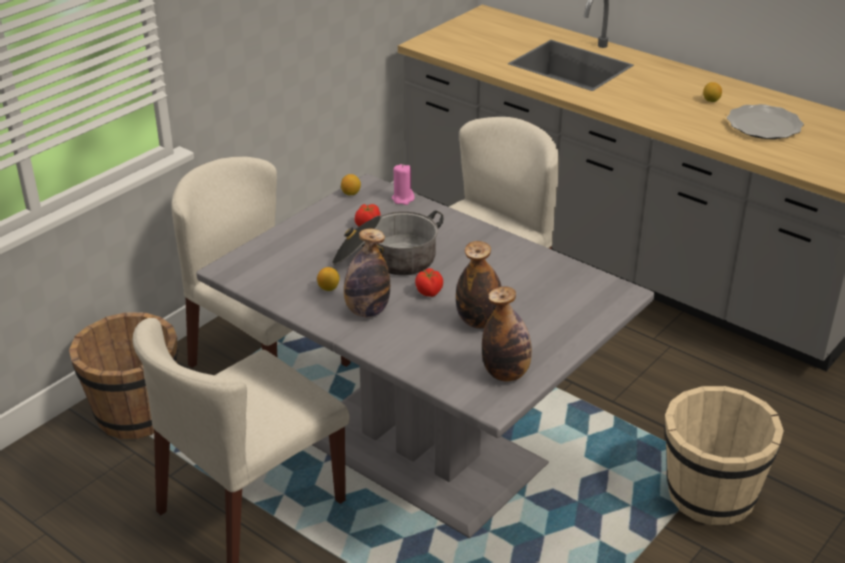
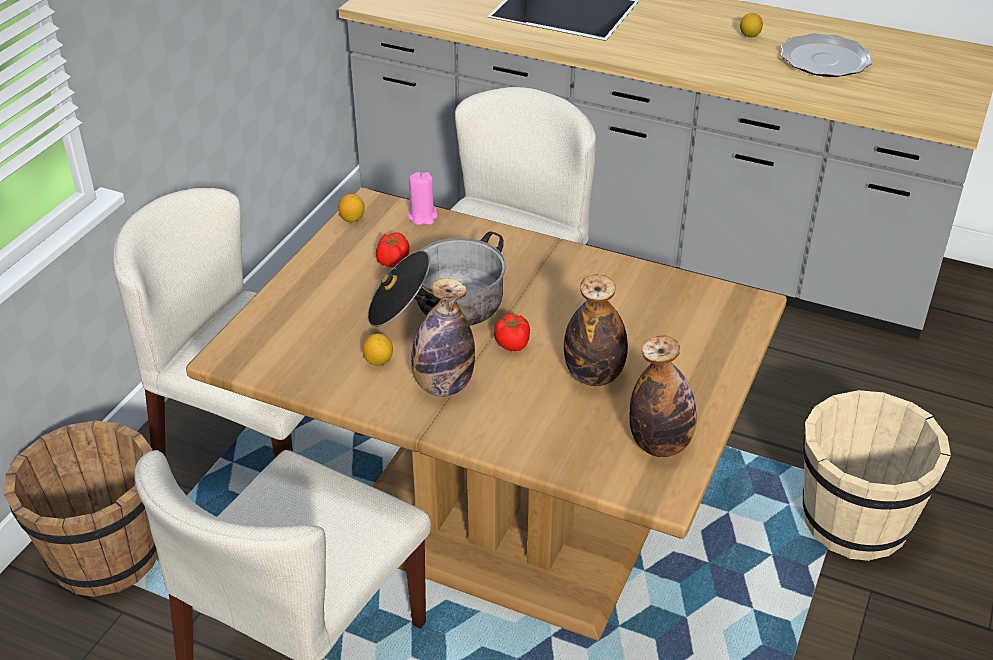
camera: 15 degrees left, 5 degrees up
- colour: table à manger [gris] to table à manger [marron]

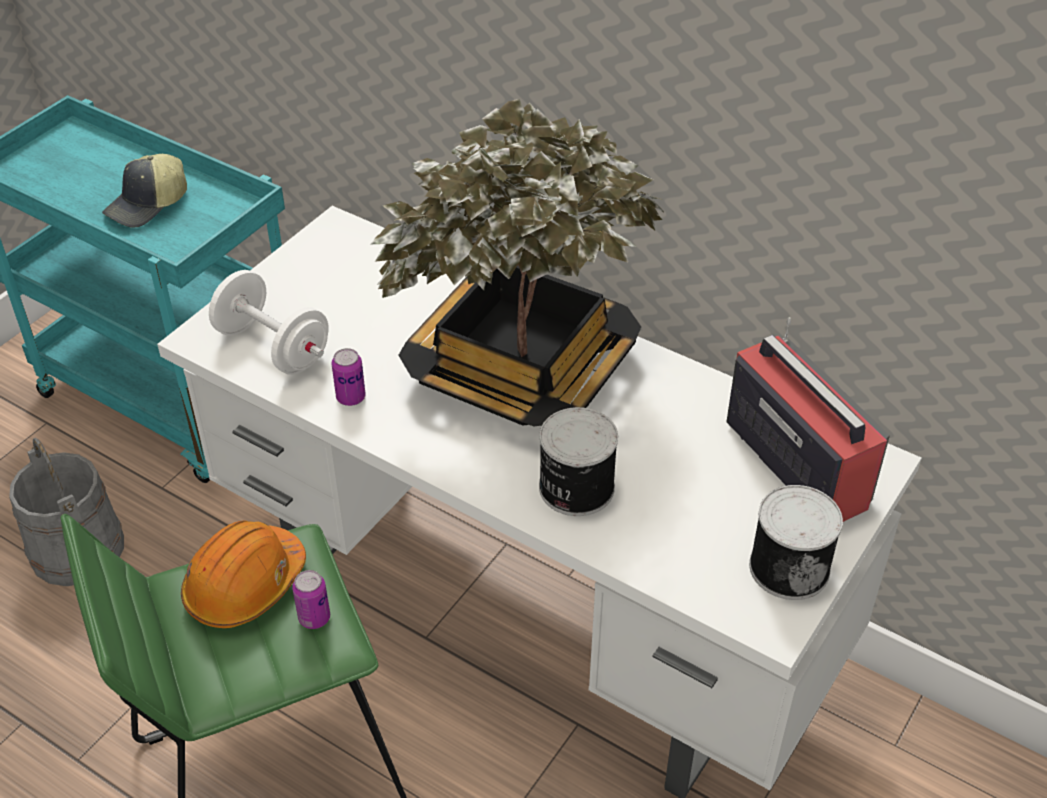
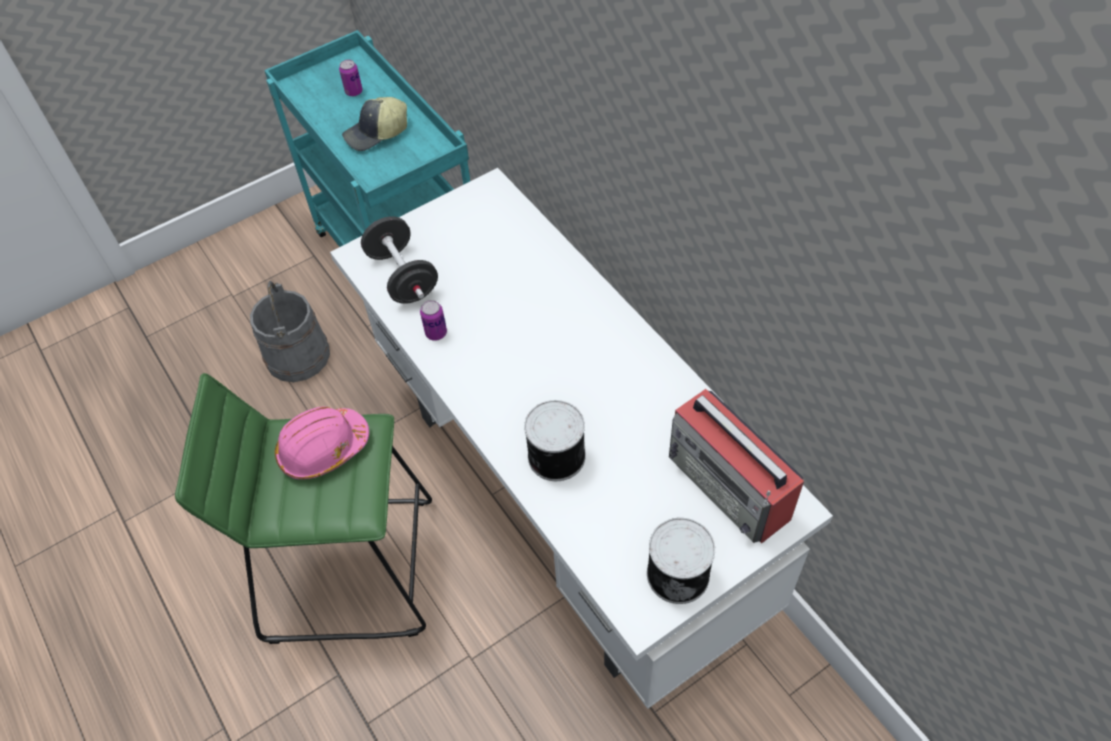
camera: 25 degrees right, 10 degrees up
- colour: casque de chantier [orange] to casque de chantier [rose]
- colour: haltère [blanc] to haltère [noir]
- relocated: boîte métallique (no. 1 from left)
- missing: plante en pot
- spun: radio 150 degrees clockwise

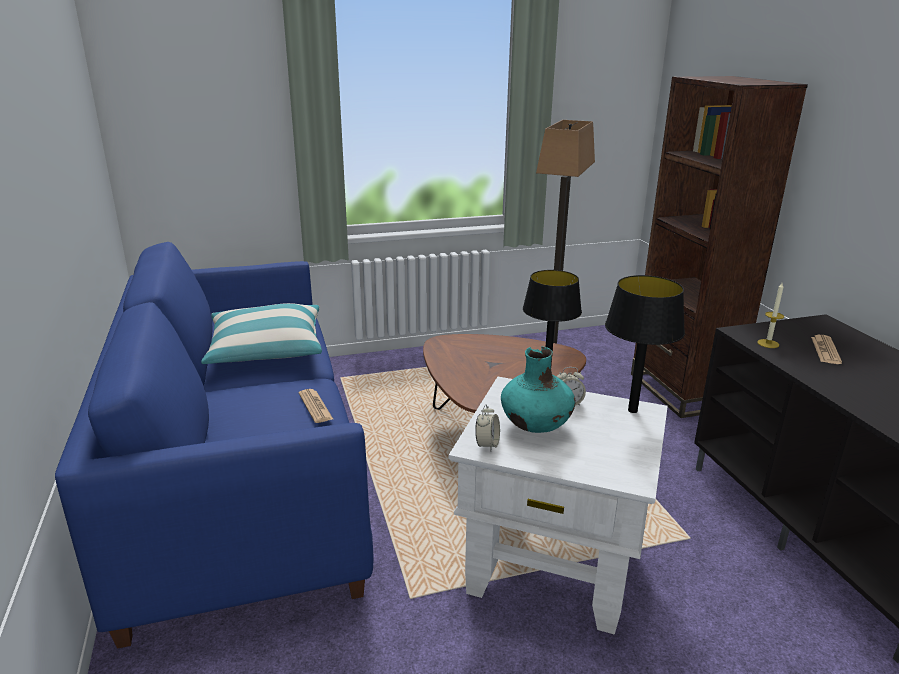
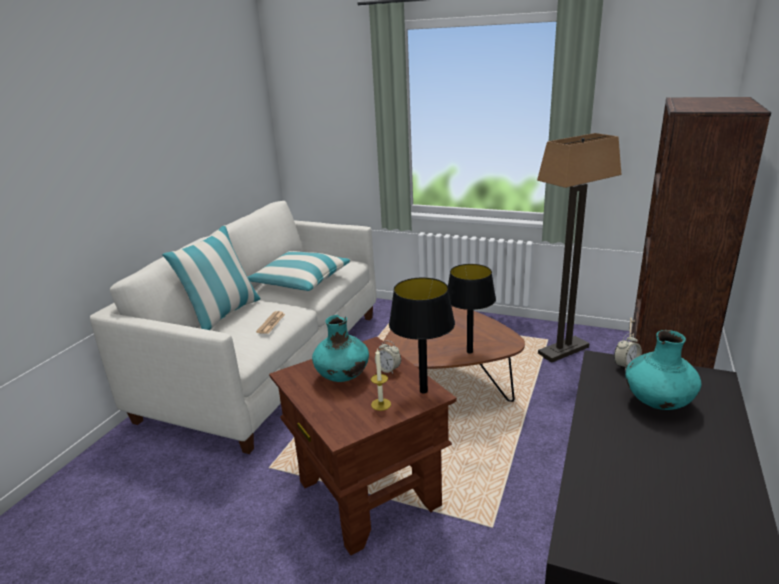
camera: 40 degrees right, 0 degrees up
- colour: canapé [bleu] to canapé [blanc]
- colour: table d'appoint [blanc] to table d'appoint [marron]
- relocated: réveil (no. 1 from left in the first image) to réveil (no. 2 from left)
- relocated: bougie
- exchanged: journal (no. 2 from left) to vase [turquoise] (no. 2 from left)
- appeared: coussin (no. 1 from left)

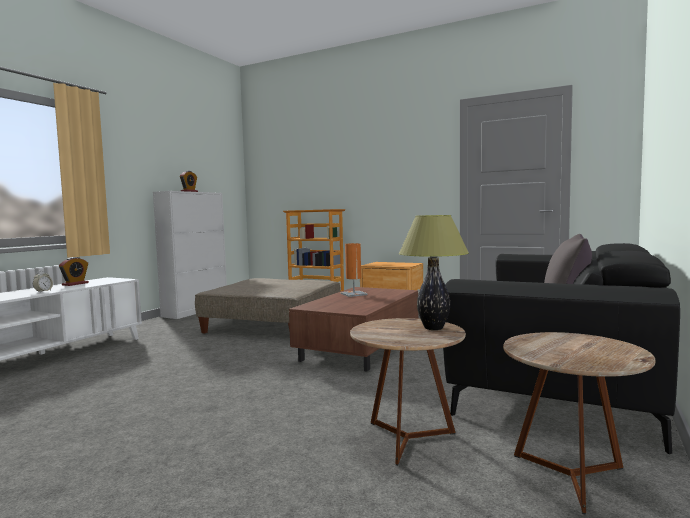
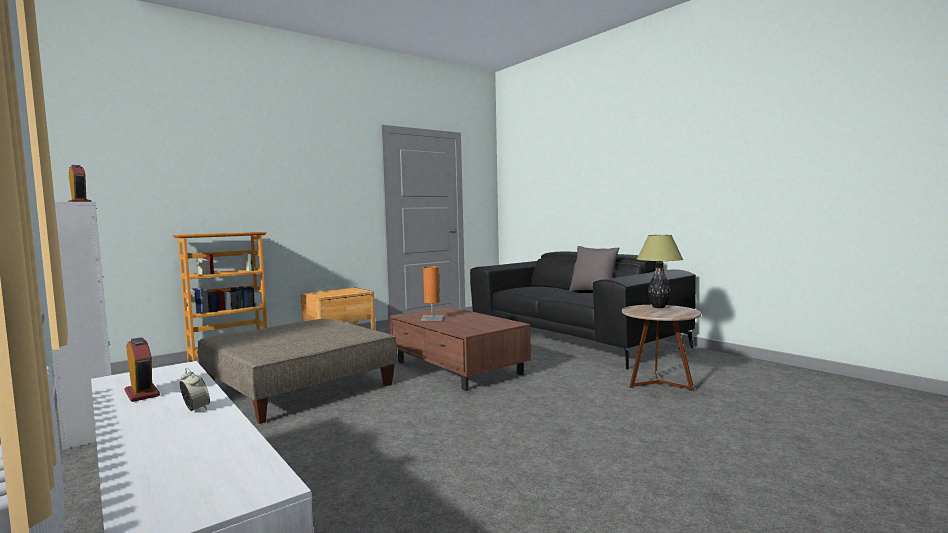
camera: 65 degrees left, 0 degrees up
- missing: table d'appoint [marron] (no. 2 from left)

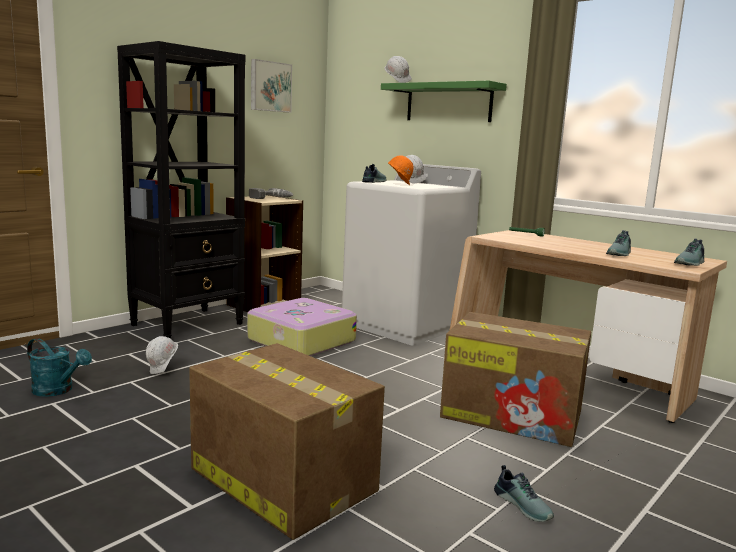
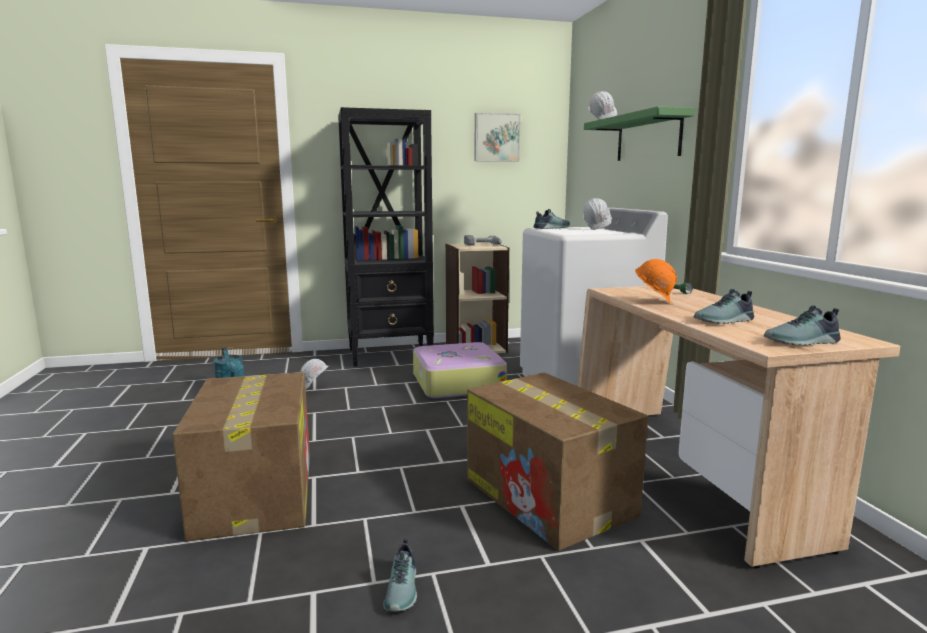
camera: 35 degrees right, 0 degrees up
- relocated: casque de chantier [orange]

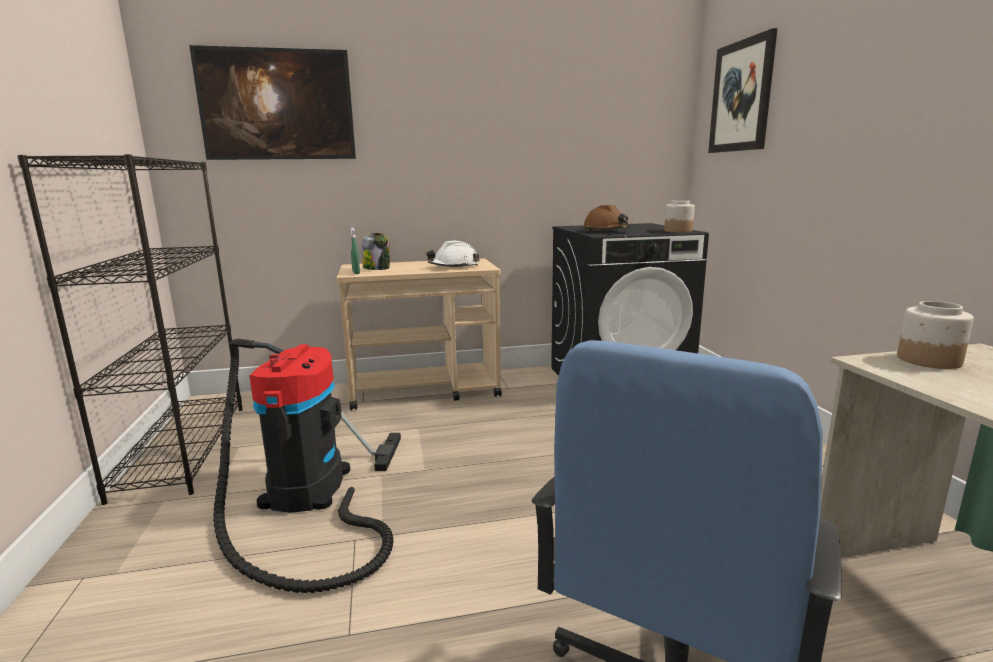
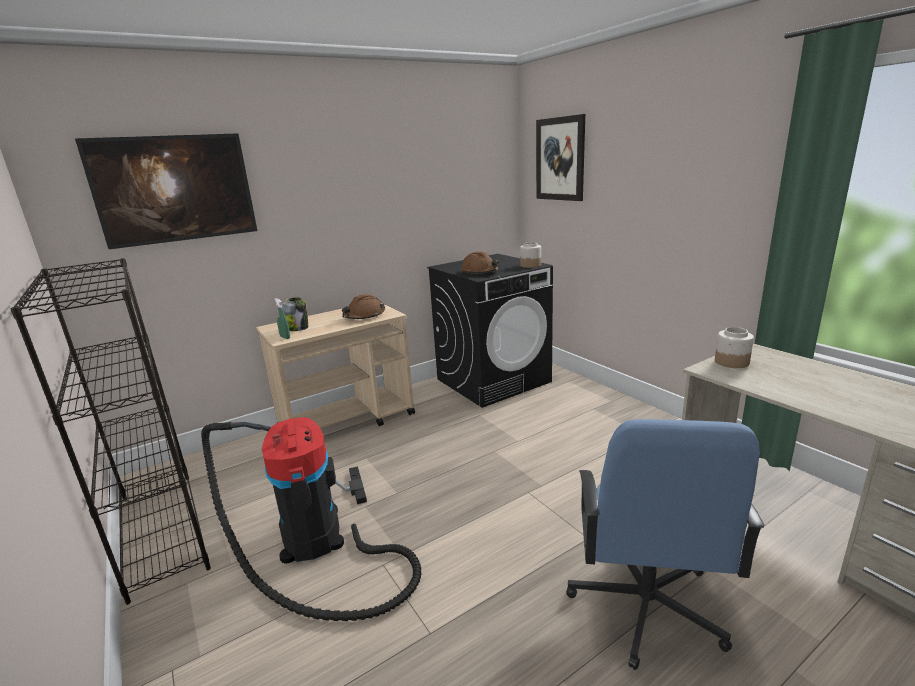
camera: 20 degrees left, 5 degrees up
- colour: casque de chantier [blanc] to casque de chantier [marron] (no. 1 from left)

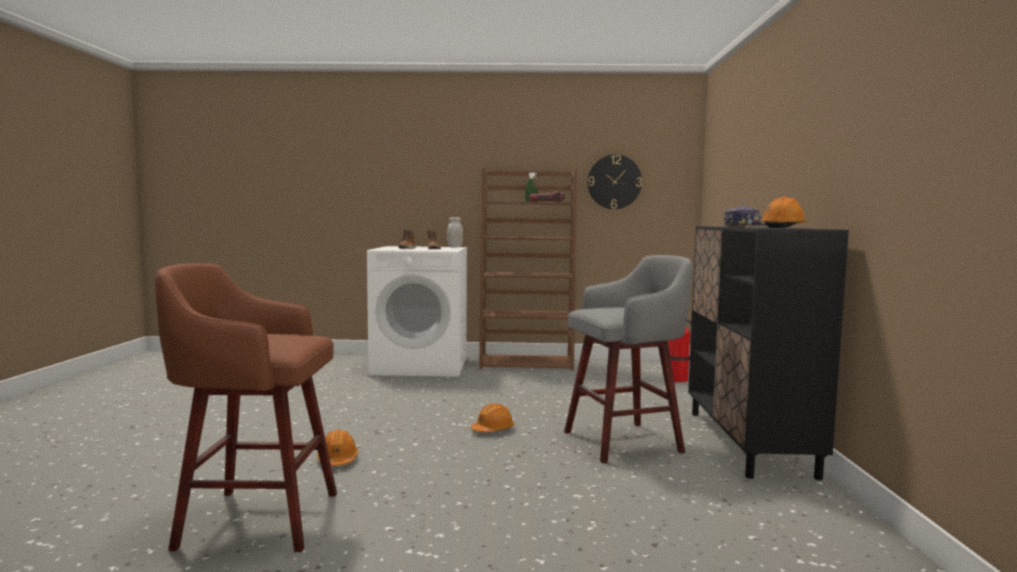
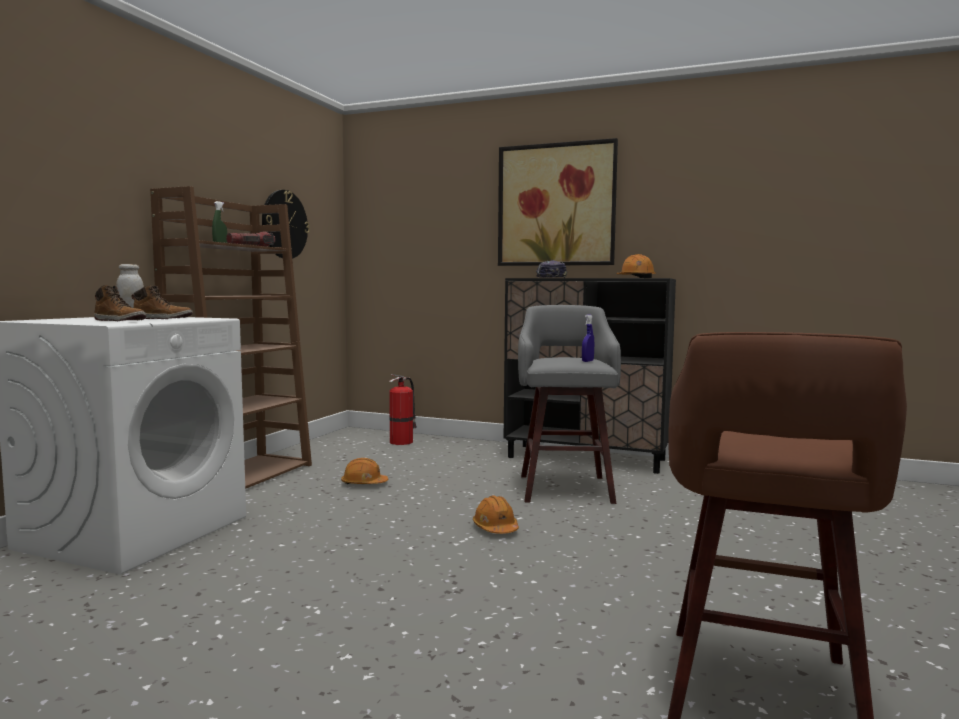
camera: 70 degrees left, 0 degrees up
- relocated: casque de chantier [orange] (no. 1 from left)
- appeared: tableau
- appeared: vaporisateur [bleu]

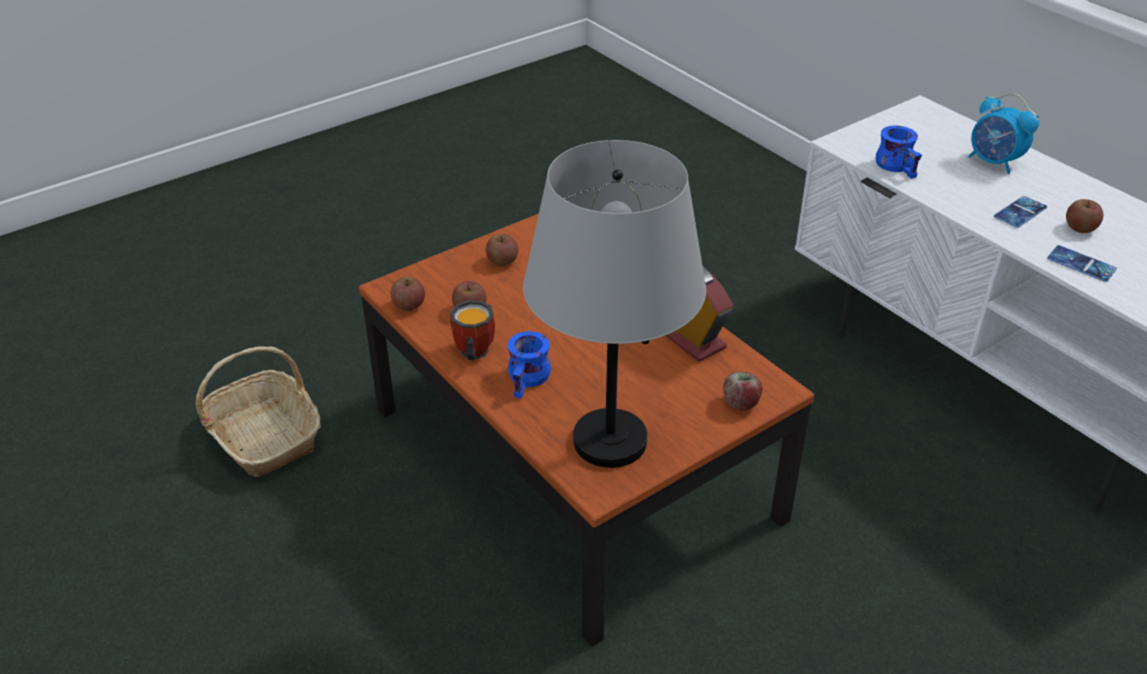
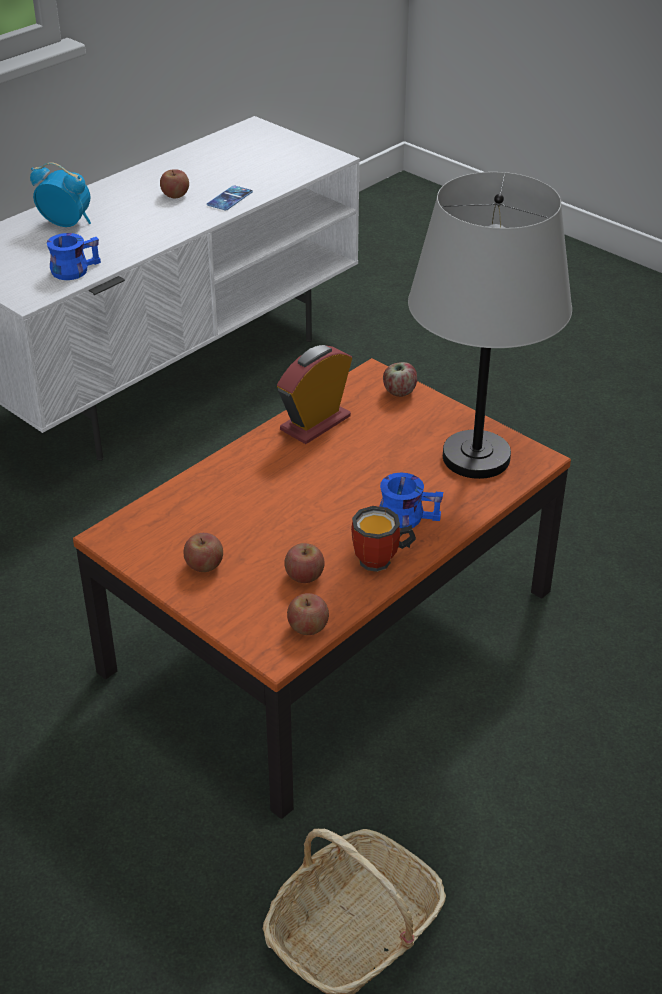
camera: 100 degrees left, 0 degrees up
- spun: réveil (no. 2 from left in the first image) 105 degrees counterclockwise
- missing: téléphone (no. 1 from left)

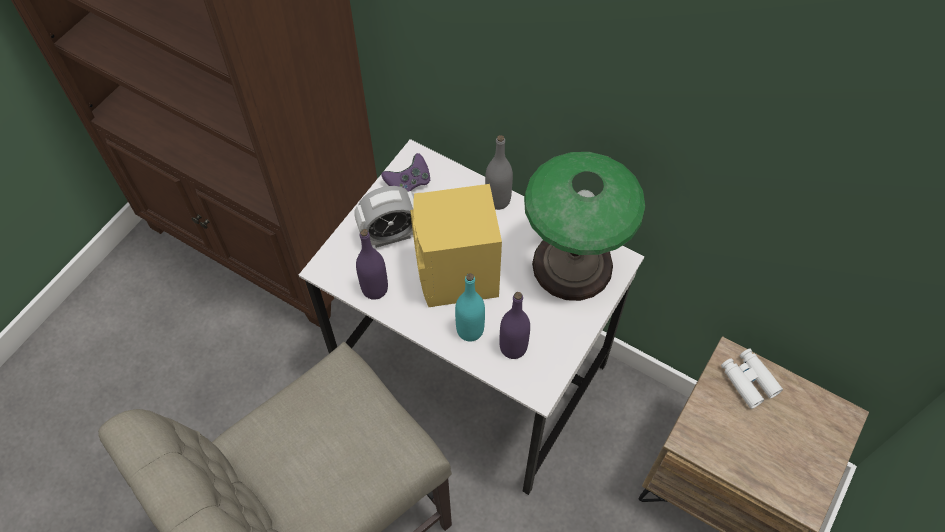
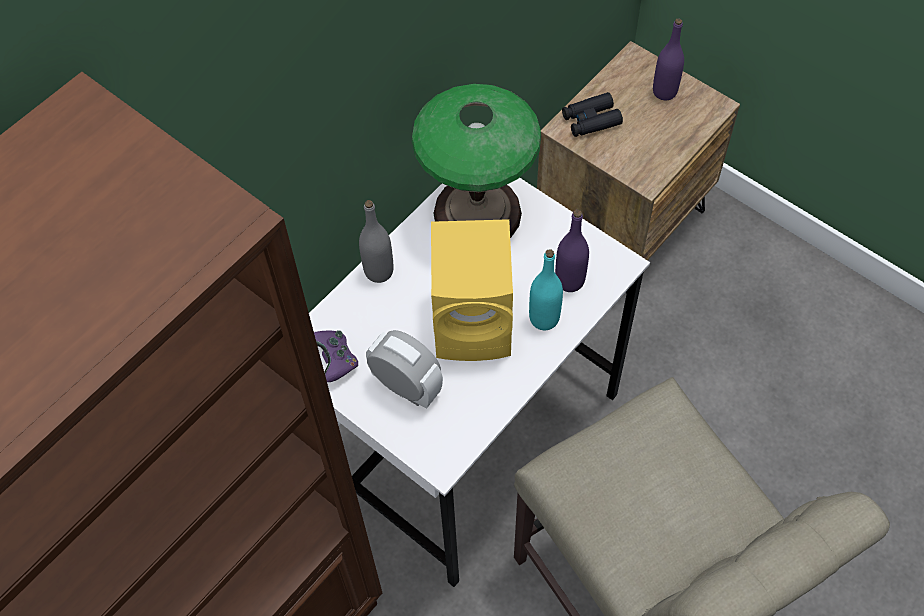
camera: 80 degrees left, 0 degrees up
- spun: réveil 45 degrees counterclockwise
- relocated: bouteille [violet] (no. 1 from left in the first image) to bouteille [violet] (no. 2 from left)
- colour: jumelles [blanc] to jumelles [noir]

